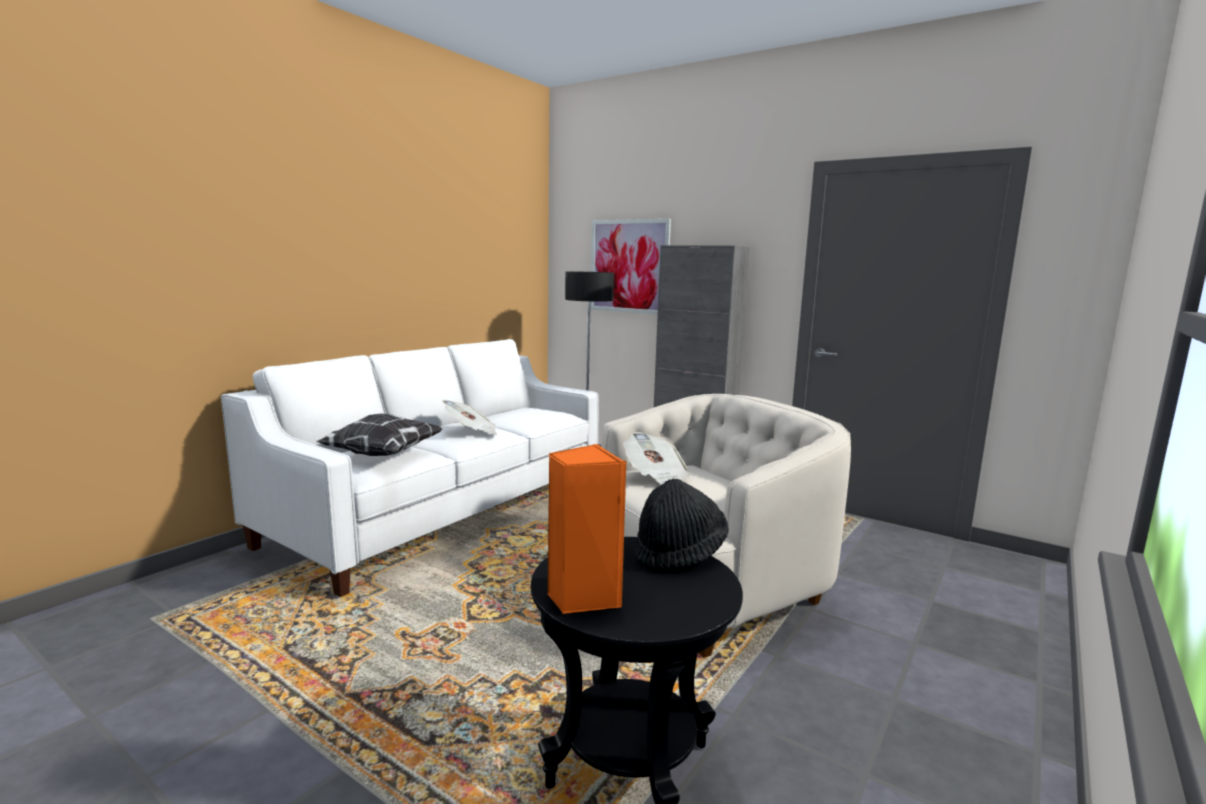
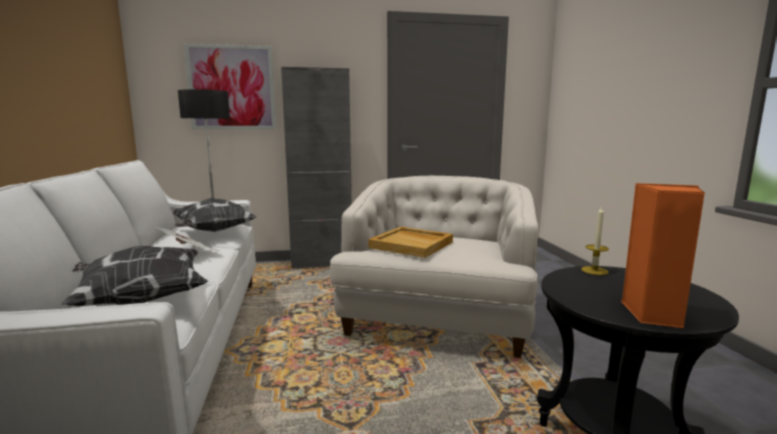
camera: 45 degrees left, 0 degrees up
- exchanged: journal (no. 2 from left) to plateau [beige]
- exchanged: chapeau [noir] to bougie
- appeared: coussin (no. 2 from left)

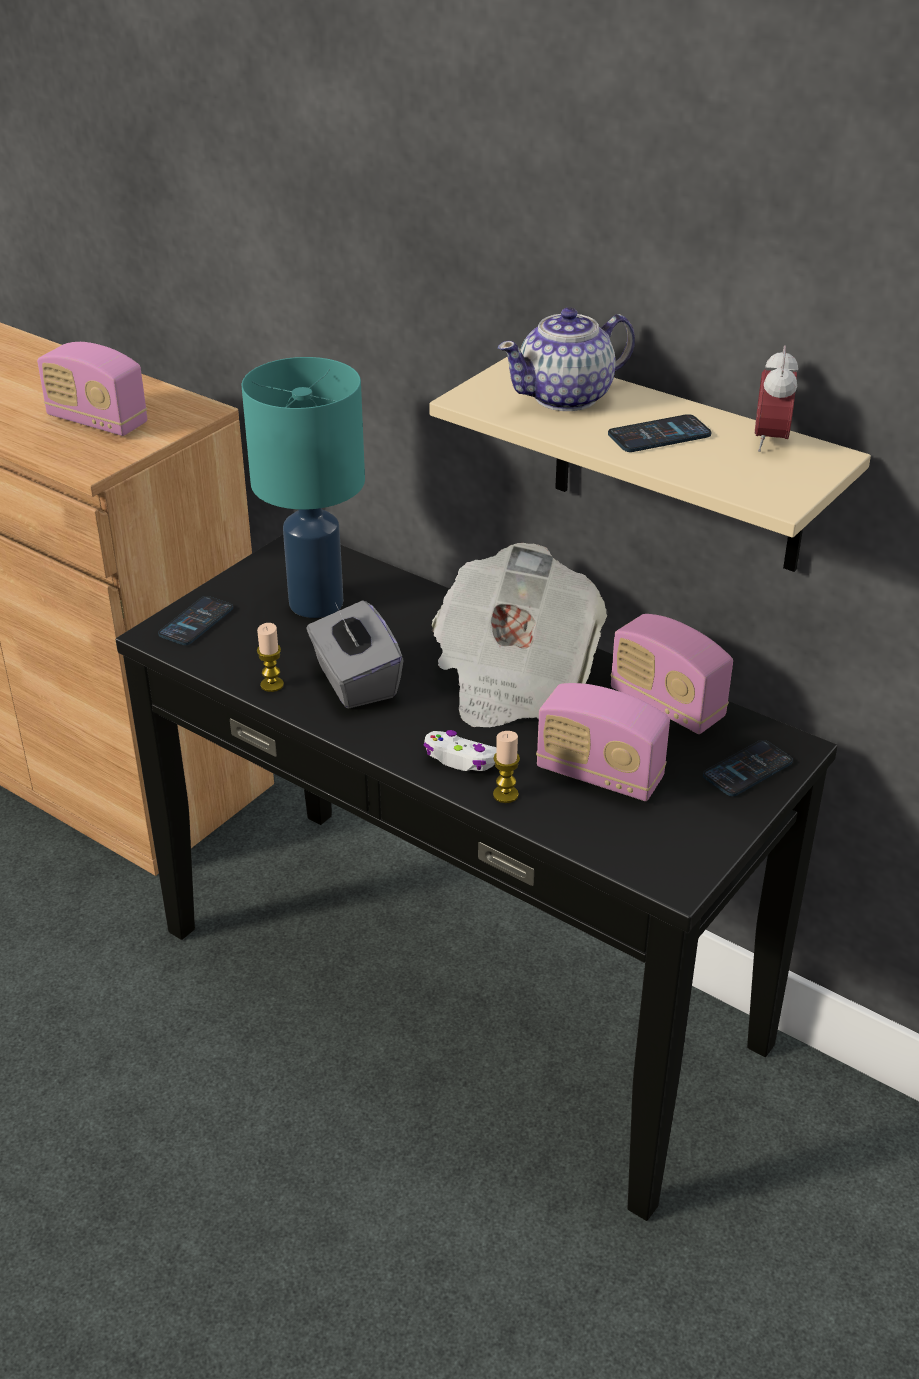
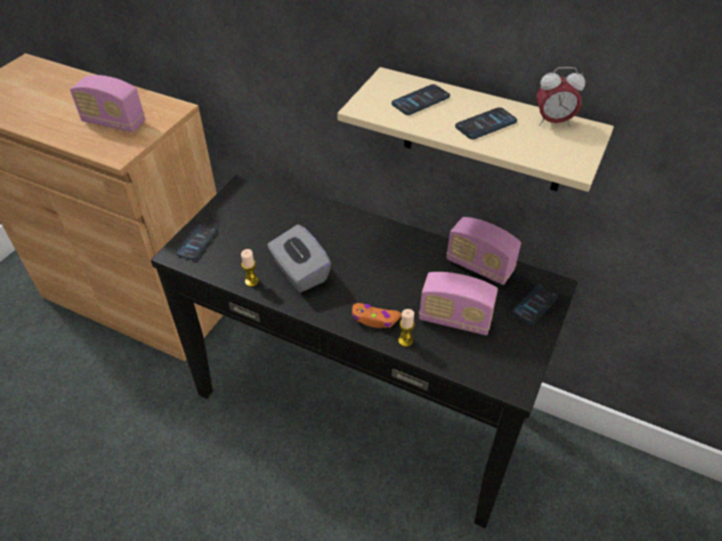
camera: 10 degrees left, 10 degrees up
- missing: lampe de table [turquoise]
- colour: manette [blanc] to manette [orange]
- missing: journal
- exchanged: théière to téléphone (no. 2 from left)
- spun: réveil 90 degrees counterclockwise

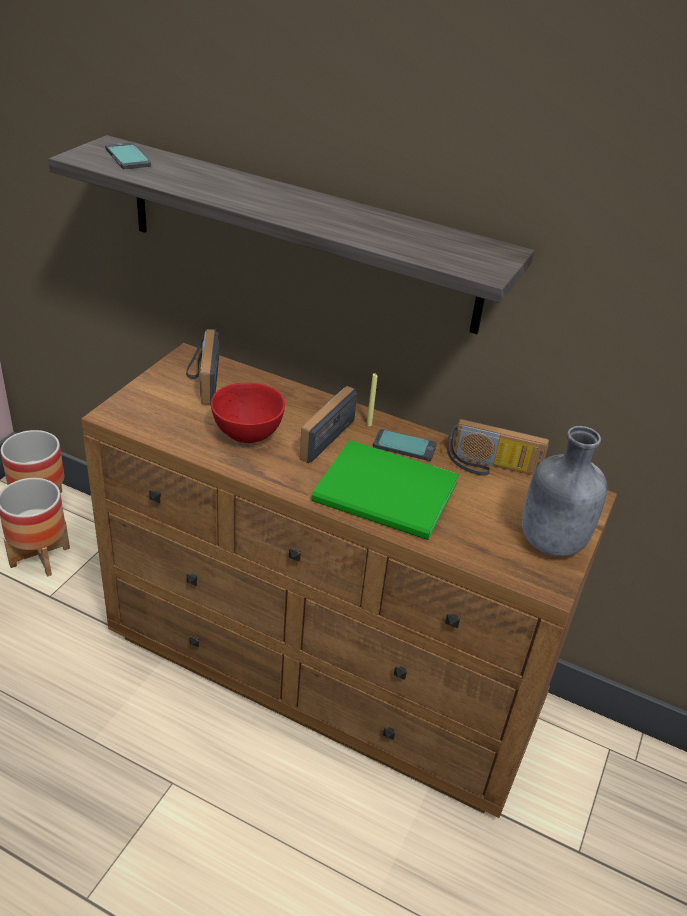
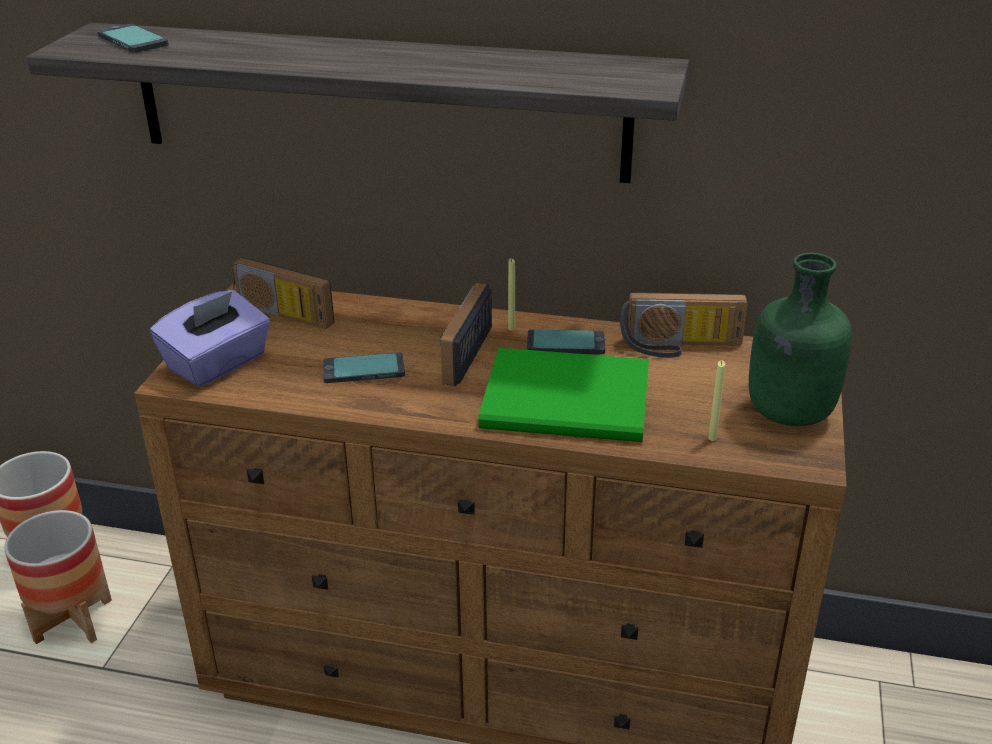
camera: 10 degrees left, 5 degrees down
- spun: radio (no. 1 from left) 45 degrees counterclockwise
- exchanged: bol [rouge] to téléphone (no. 2 from left)
- colour: bouteille [gris] to bouteille [vert]
- appeared: boîte à mouchoirs [violet]
- appeared: bougie [jaune] (no. 2 from left)

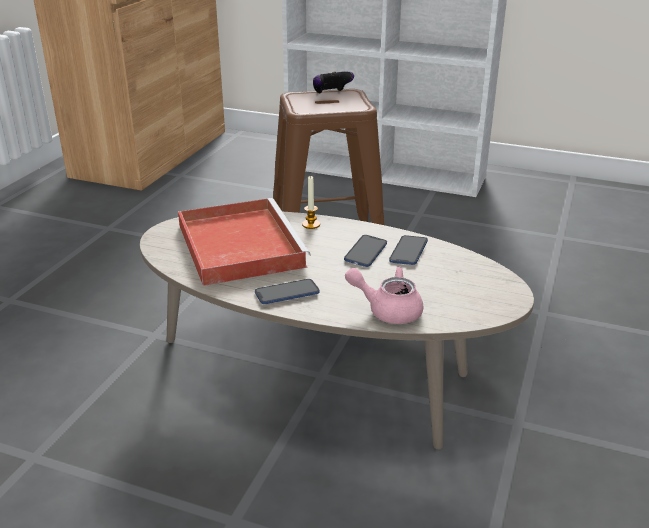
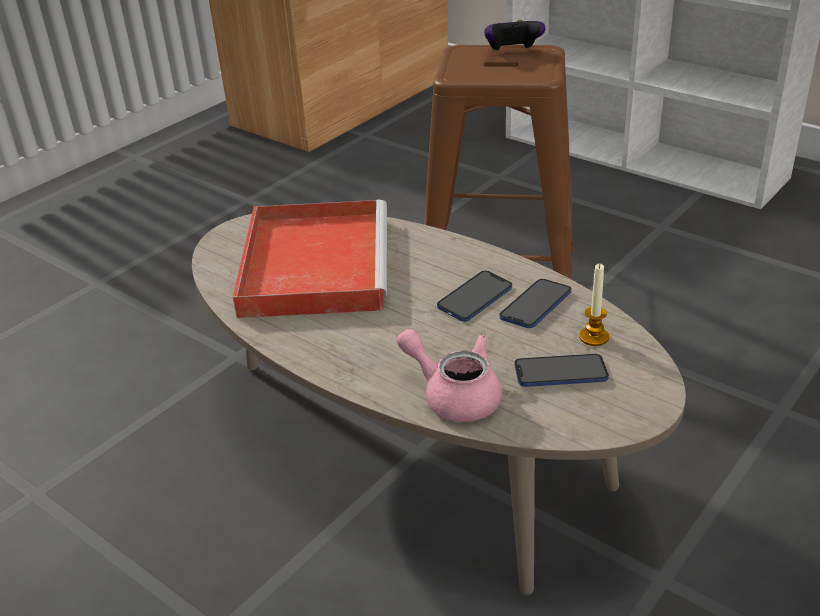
camera: 20 degrees right, 5 degrees up
- relocated: téléphone (no. 1 from left in the first image) to téléphone (no. 3 from left)
- relocated: bougie

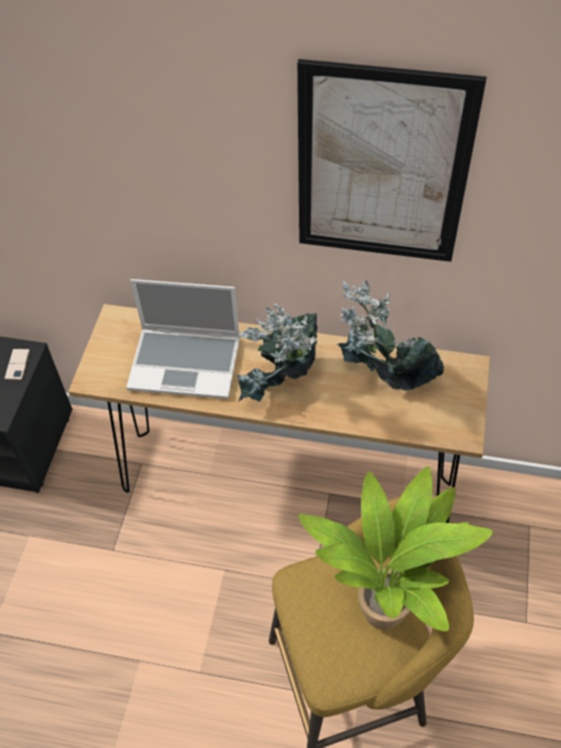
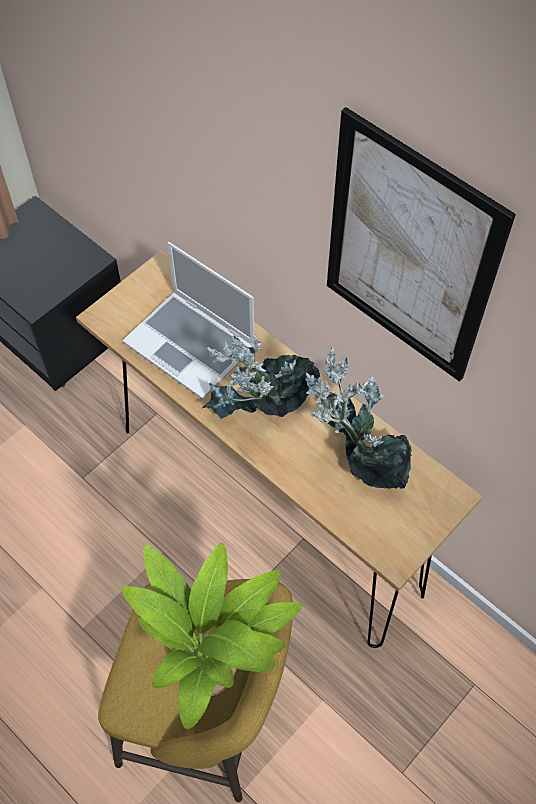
camera: 30 degrees right, 5 degrees up
- missing: téléphone

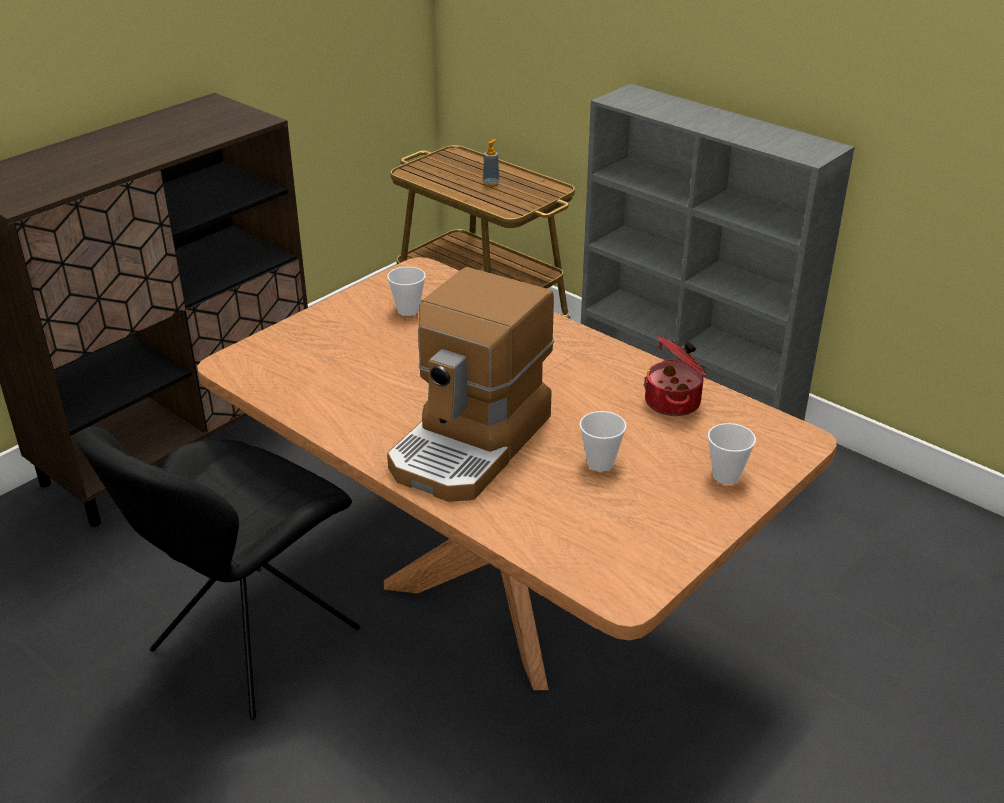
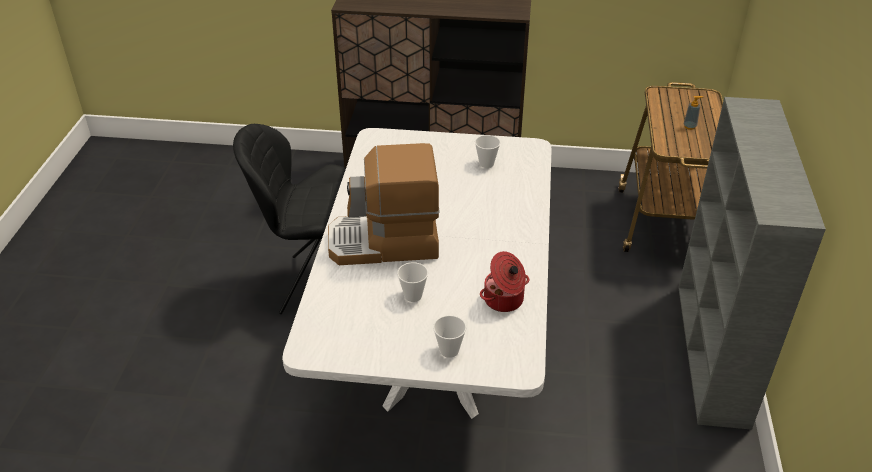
camera: 55 degrees right, 5 degrees up
- colour: table à manger [marron] to table à manger [blanc]

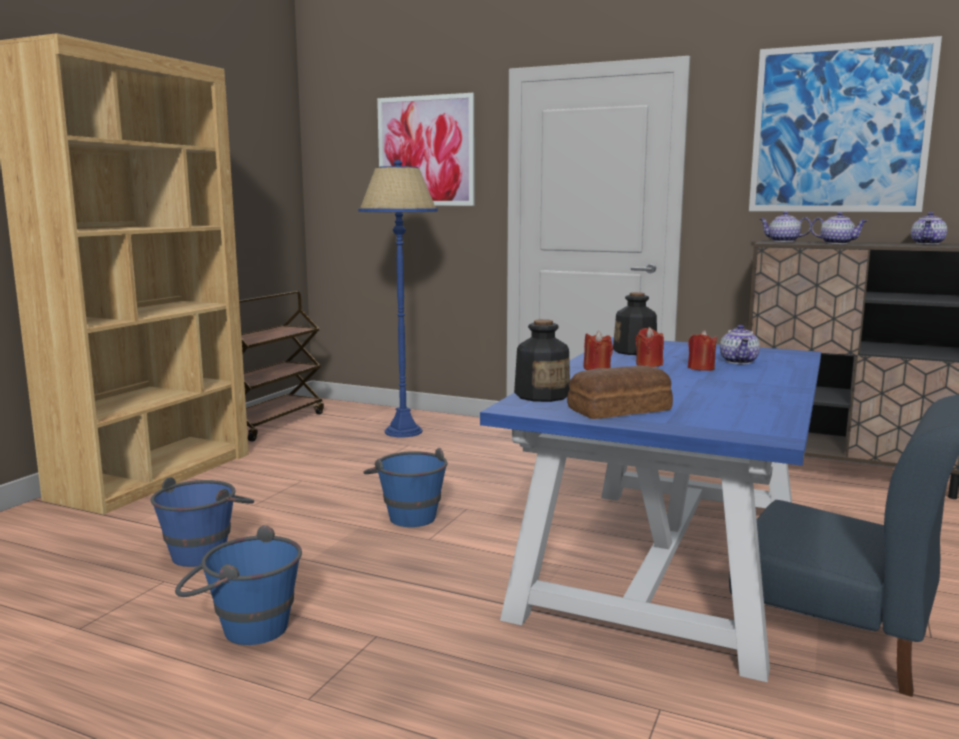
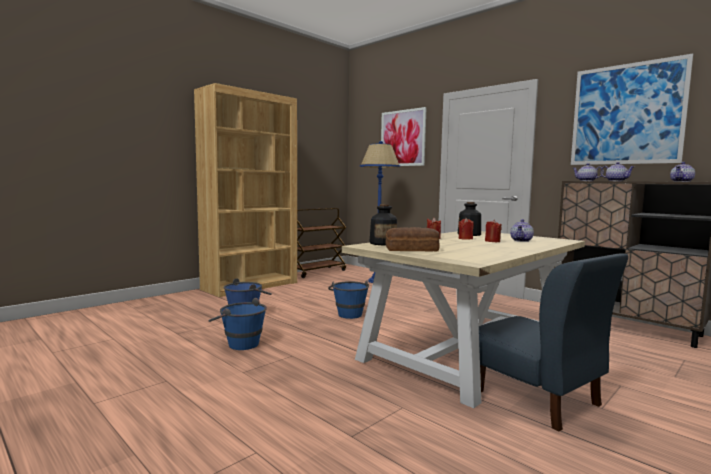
camera: 20 degrees right, 5 degrees down
- colour: table à manger [bleu] to table à manger [beige]

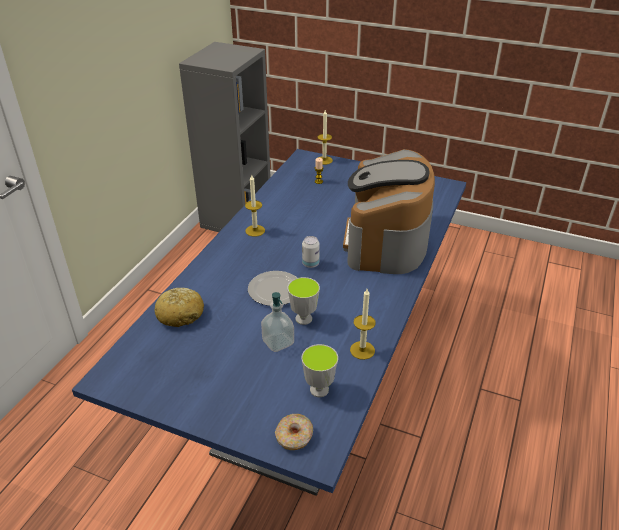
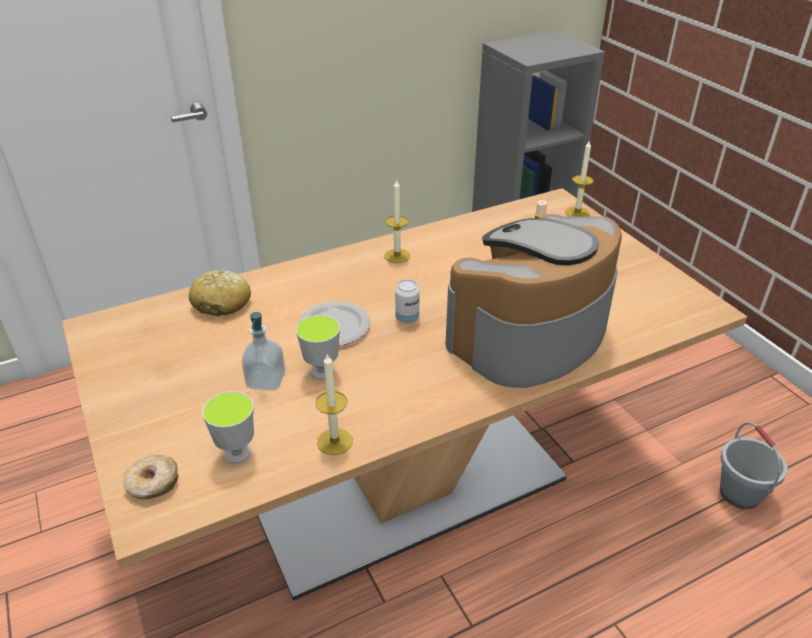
camera: 40 degrees right, 0 degrees up
- colour: table à manger [bleu] to table à manger [beige]
- appeared: seau [gris]

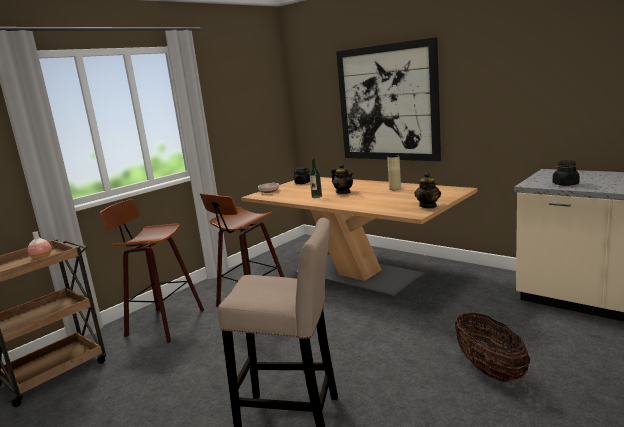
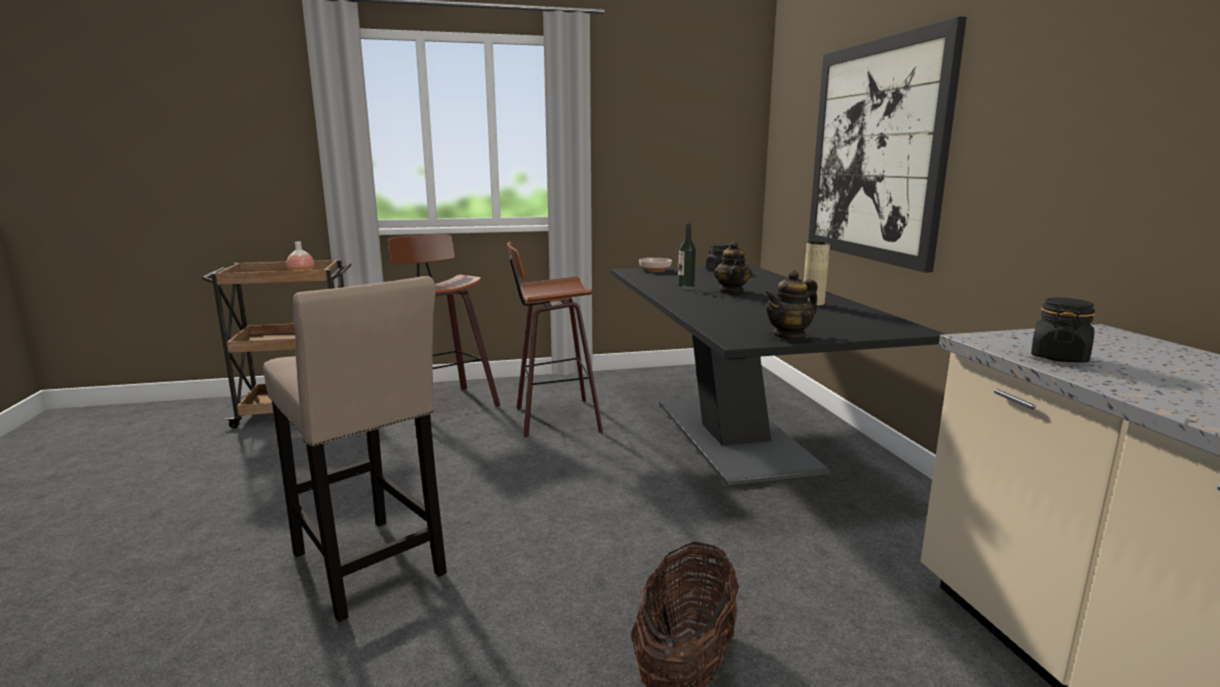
camera: 35 degrees right, 0 degrees up
- colour: table à manger [beige] to table à manger [noir]

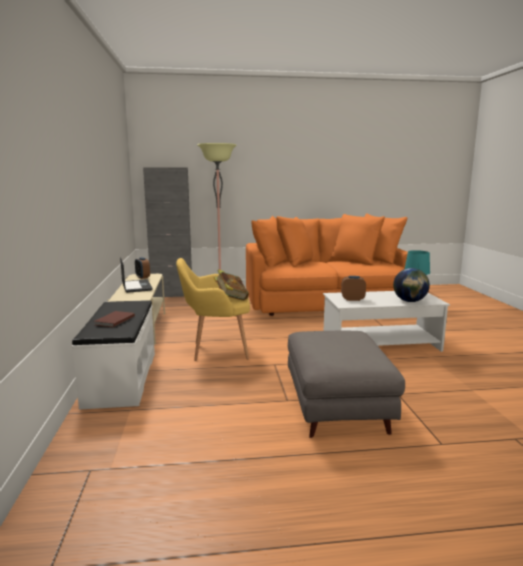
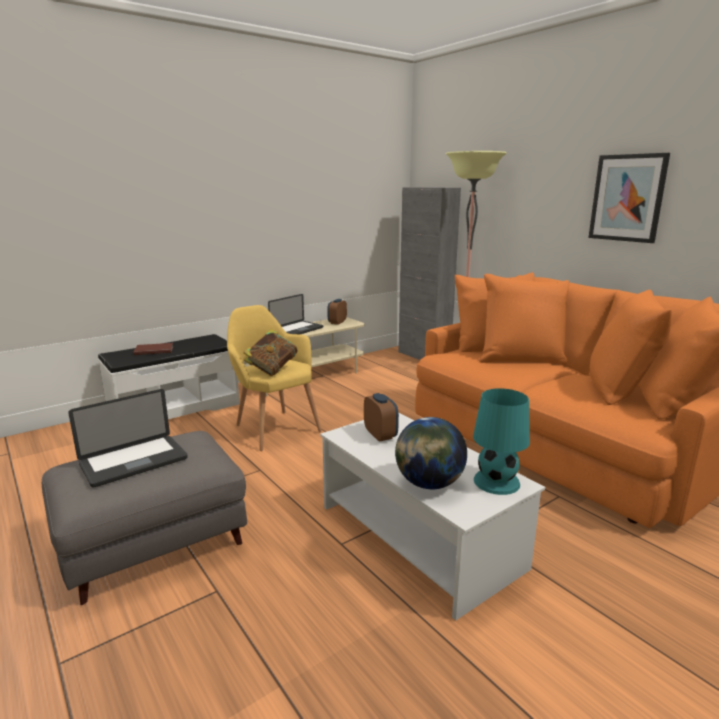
camera: 60 degrees right, 5 degrees up
- appeared: ordinateur portable (no. 1 from left)
- appeared: tableau

